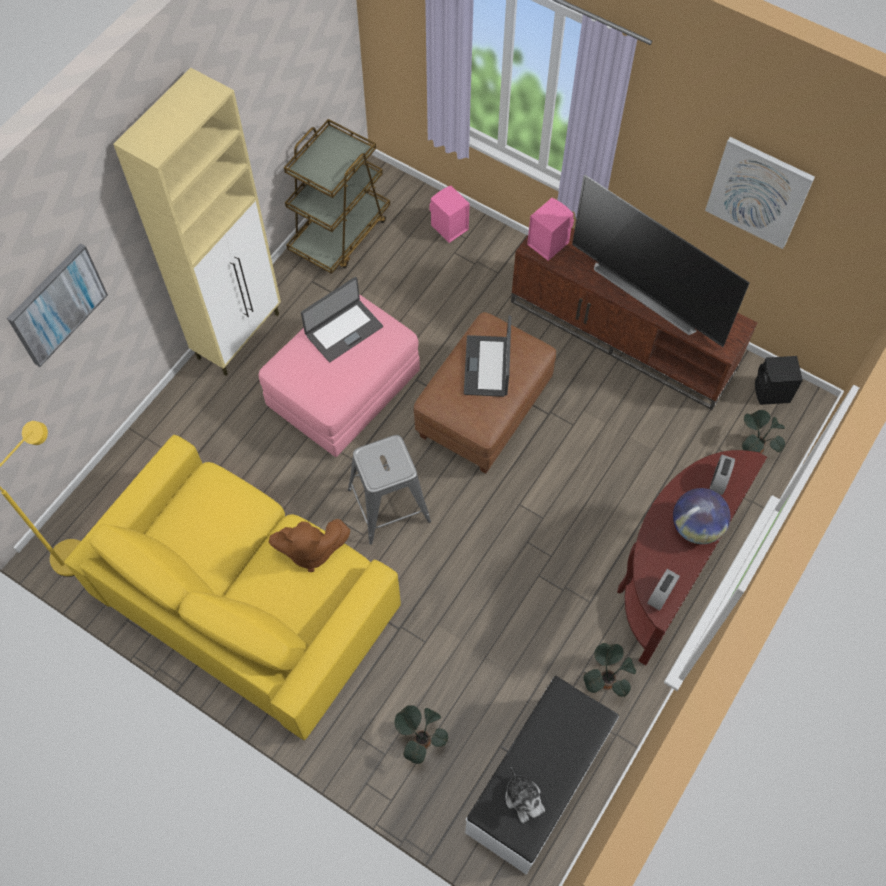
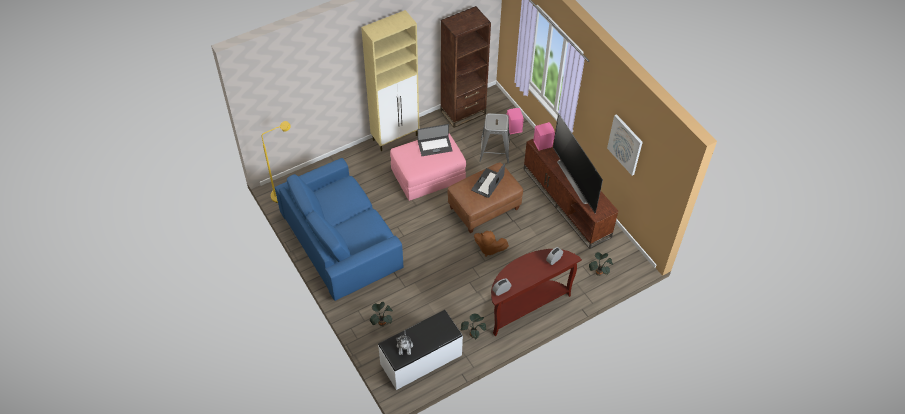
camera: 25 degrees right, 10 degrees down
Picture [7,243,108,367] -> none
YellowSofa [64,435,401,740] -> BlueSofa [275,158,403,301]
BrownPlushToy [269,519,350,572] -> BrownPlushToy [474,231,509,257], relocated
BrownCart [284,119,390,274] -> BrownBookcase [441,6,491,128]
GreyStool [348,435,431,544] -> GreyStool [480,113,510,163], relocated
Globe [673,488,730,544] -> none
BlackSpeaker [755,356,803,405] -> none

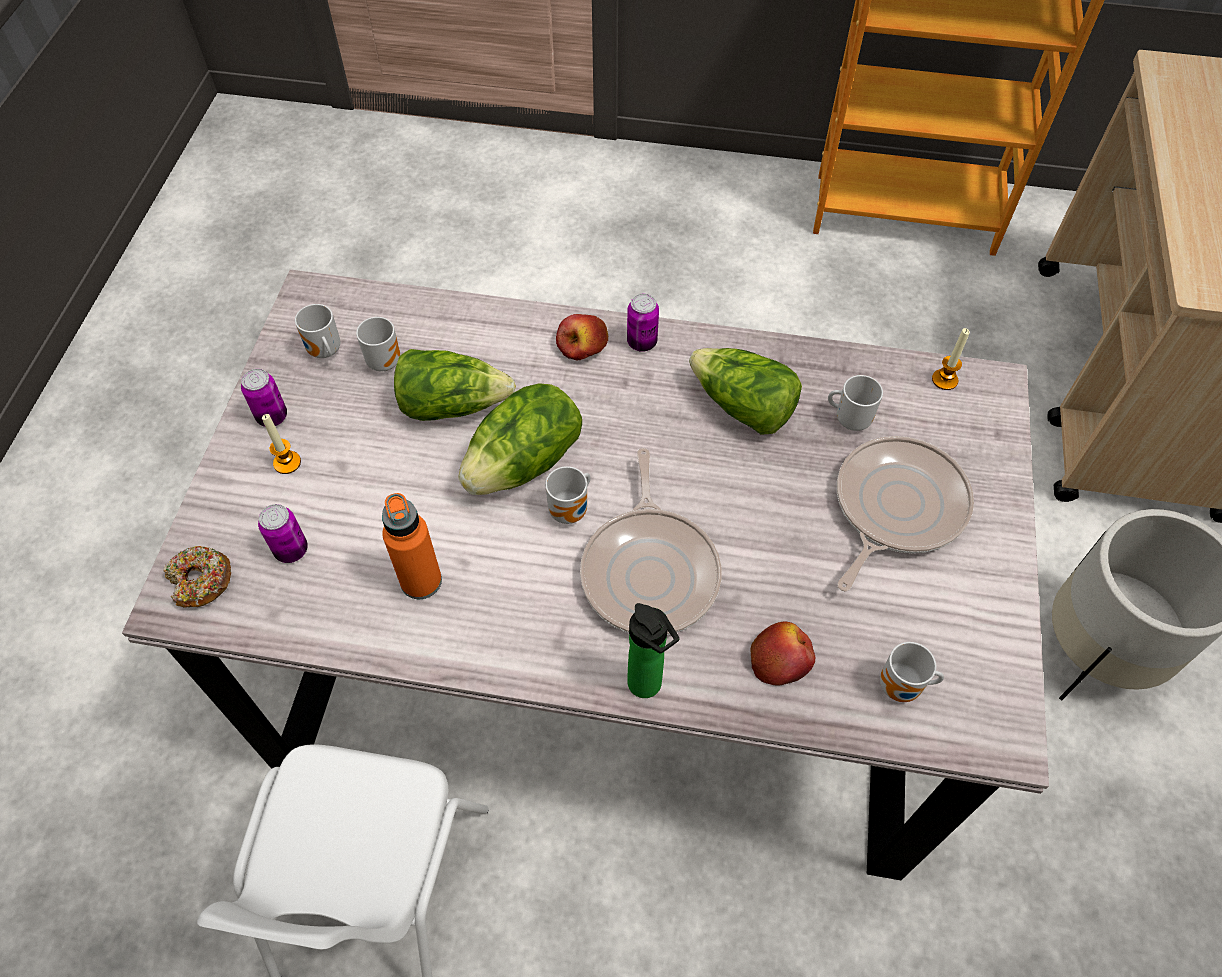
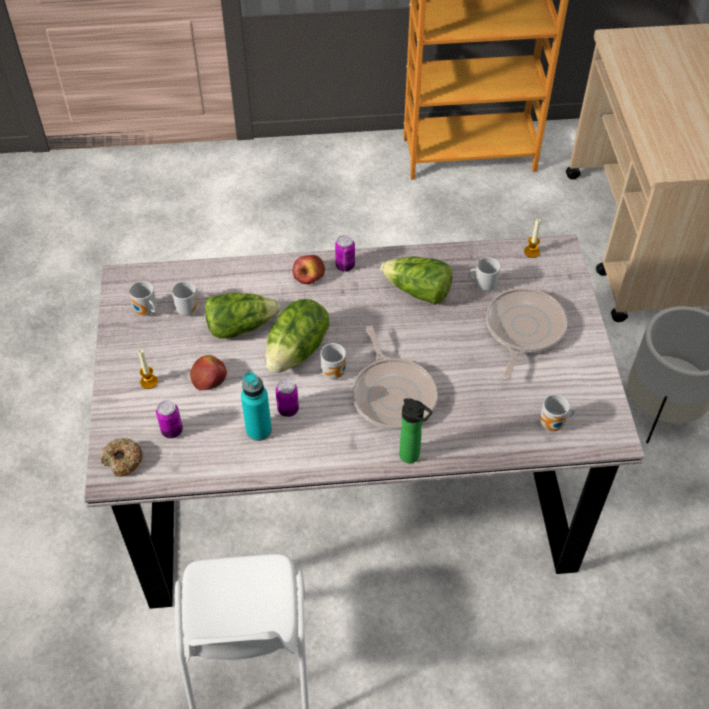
camera: 15 degrees left, 5 degrees down
Can [241,369,287,427] -> Can [276,379,299,417], relocated
OrangeBottle [382,493,442,599] -> TurquoiseBottle [241,371,272,441]
Apple [751,621,815,686] -> Apple [190,355,227,390], relocated

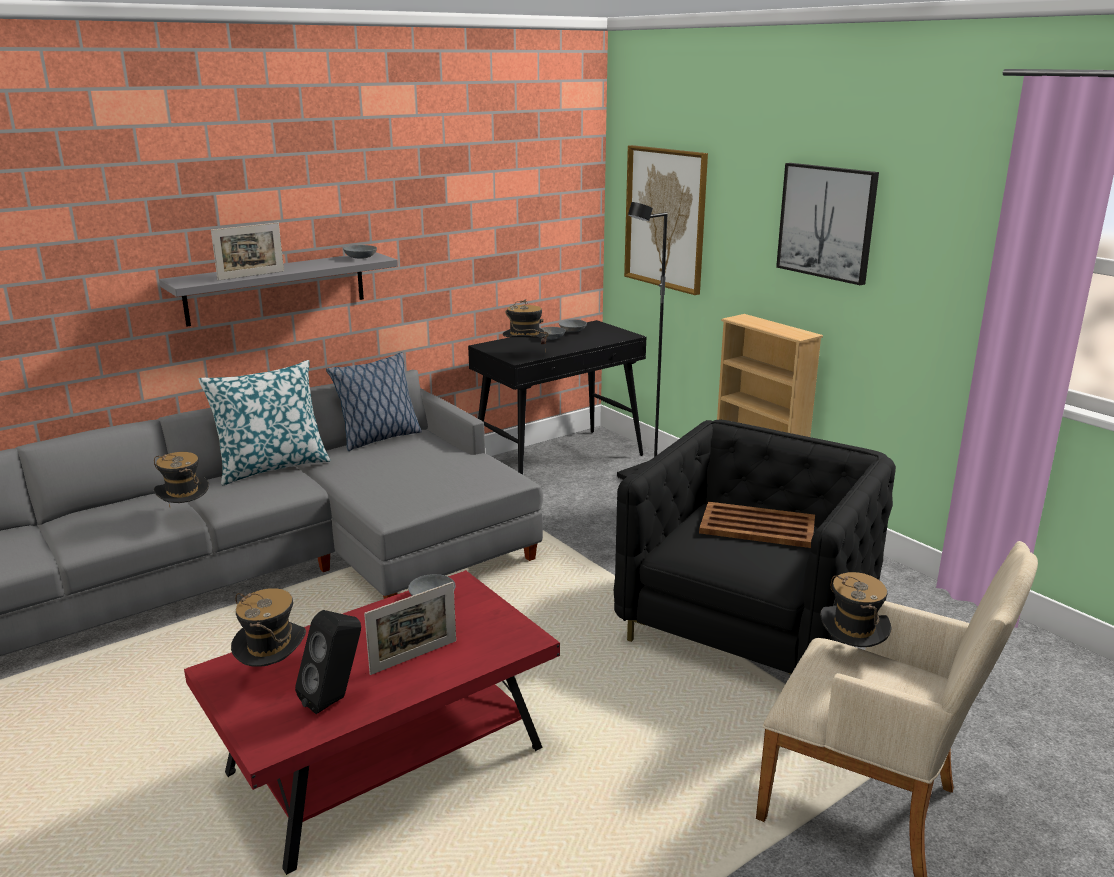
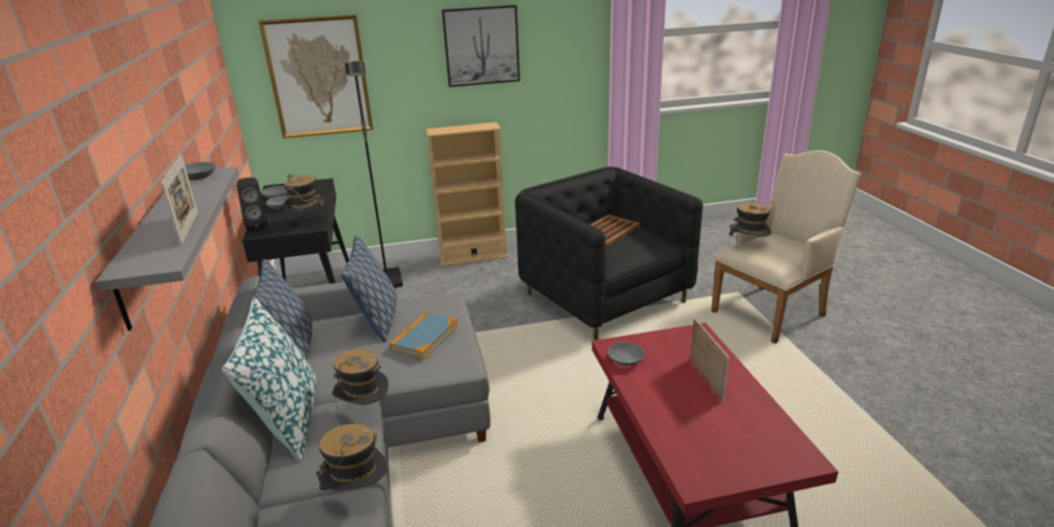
camera: 65 degrees left, 5 degrees up
Hat [231,588,306,667] -> Hat [332,349,389,410], relocated
BlackSpeaker [295,610,361,714] -> BlackSpeaker [237,177,267,231], relocated
none -> Pillow [341,236,397,342]
none -> Book [389,312,458,359]

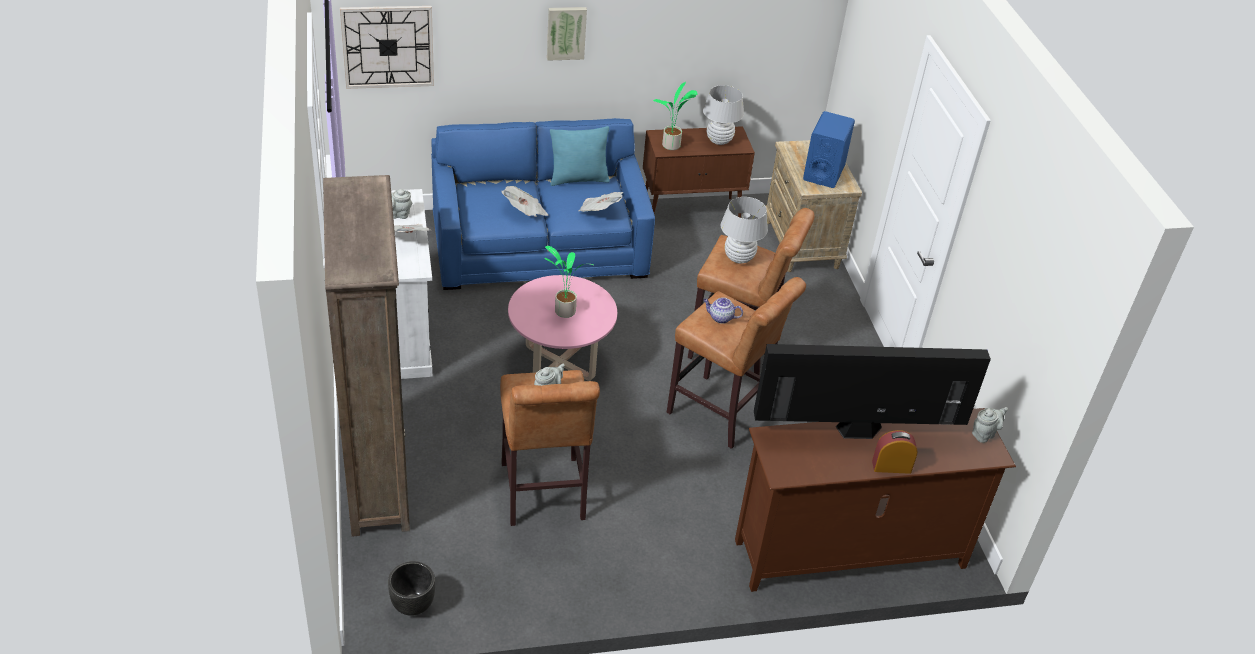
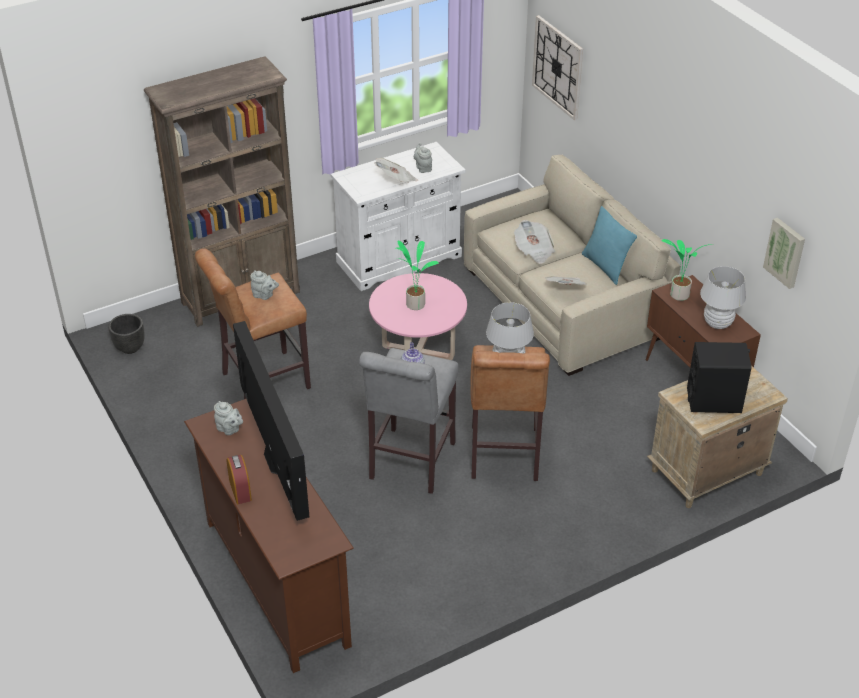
camera: 75 degrees right, 0 degrees up
BlueSofa [431,118,655,290] -> BeigeSofa [464,155,680,376]
Picture [547,7,587,61] -> Picture [763,218,805,289], relocated
BrownStool [667,277,806,449] -> GreyStool [359,348,458,494]
BlueSpeaker [803,111,855,188] -> BlackSpeaker [687,342,751,413]
GreyTeapot [972,407,1008,443] -> GreyTeapot [214,401,243,435], relocated

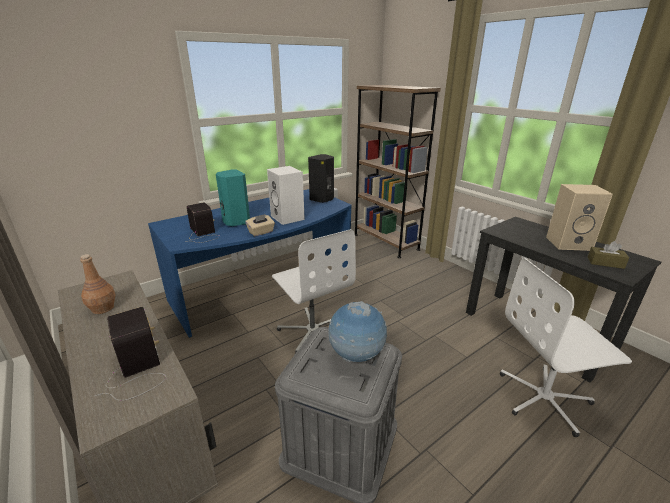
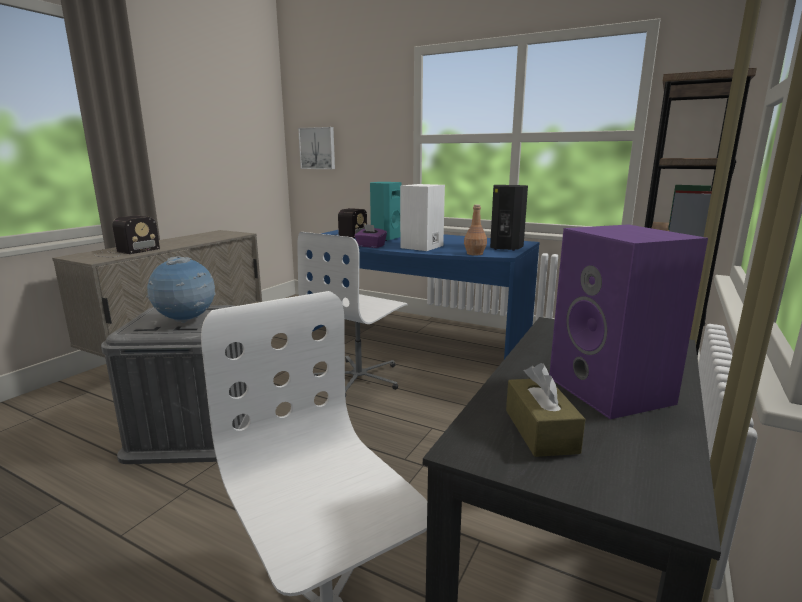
camera: 65 degrees right, 10 degrees down
BrownBottle [80,254,115,314] -> BrownBottle [464,204,487,255], relocated
BeigeTissueBox [245,214,275,236] -> PurpleTissueBox [354,224,387,248]
BeigeSpeaker [546,184,613,251] -> PurpleSpeaker [549,225,708,419]
none -> Picture [298,127,335,169]

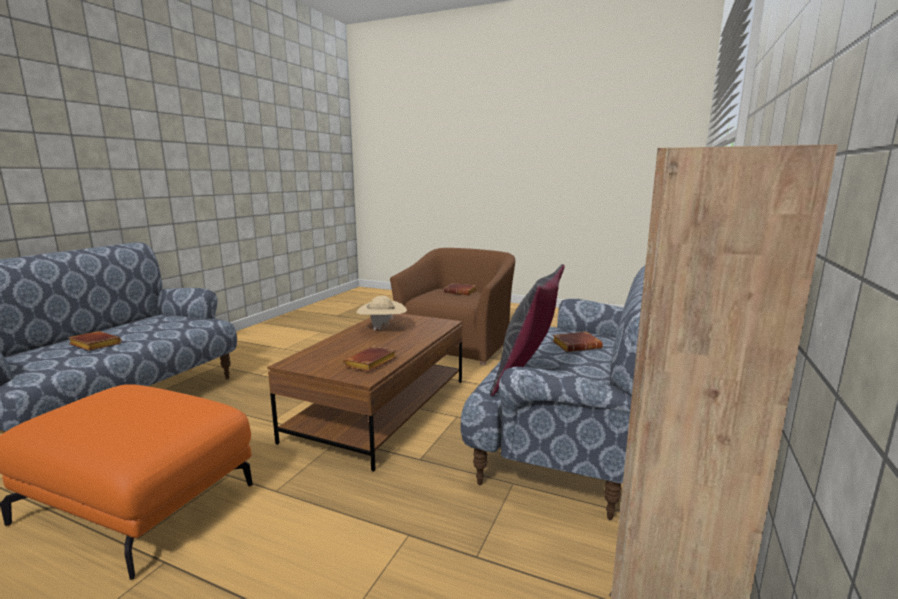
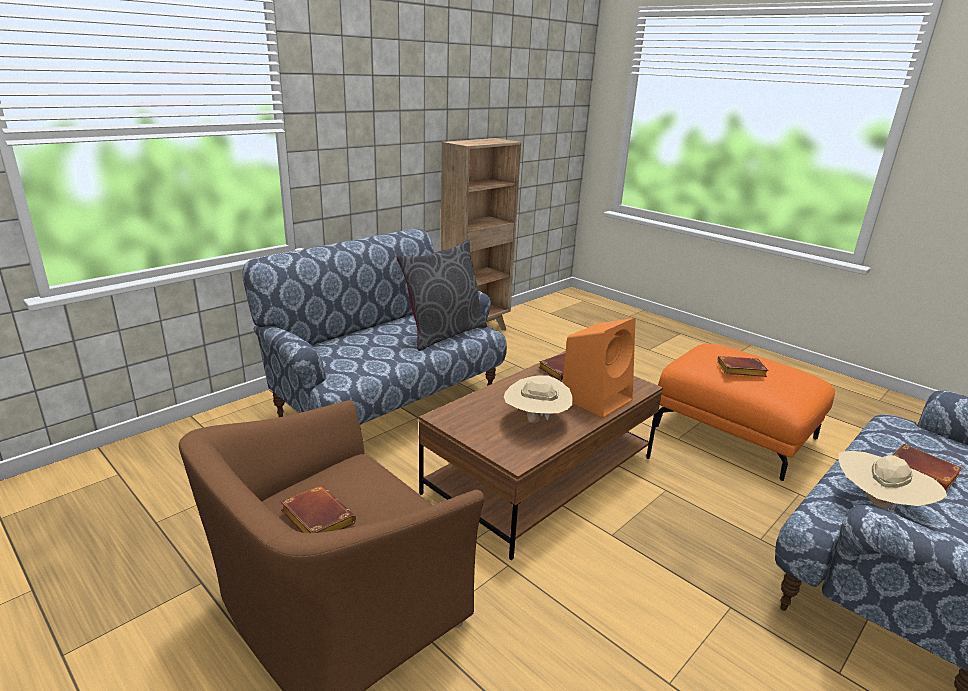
camera: 160 degrees left, 10 degrees up
BrownBook [553,331,603,352] -> BrownBook [717,356,768,377], relocated
none -> OrangeSpeaker [562,318,635,418]
none -> BeigeHat [838,451,947,512]

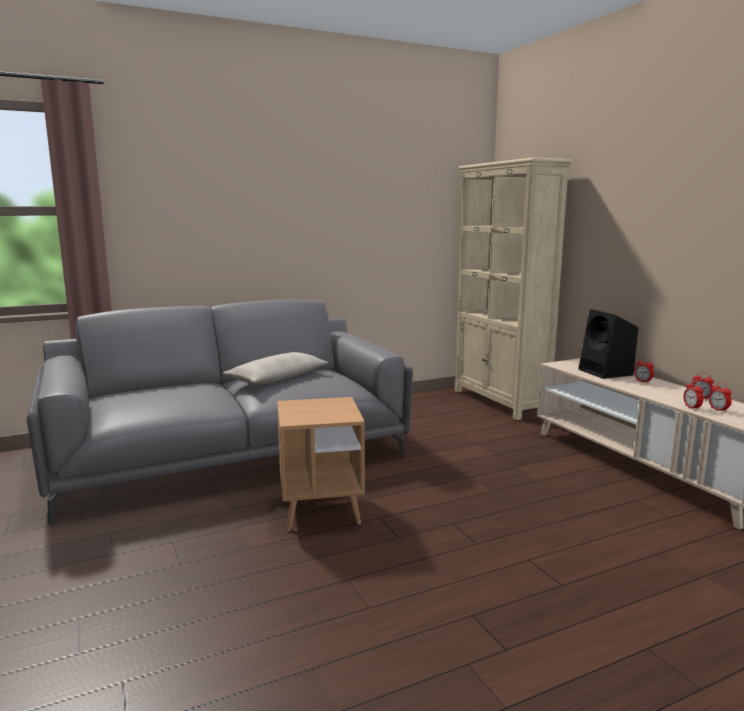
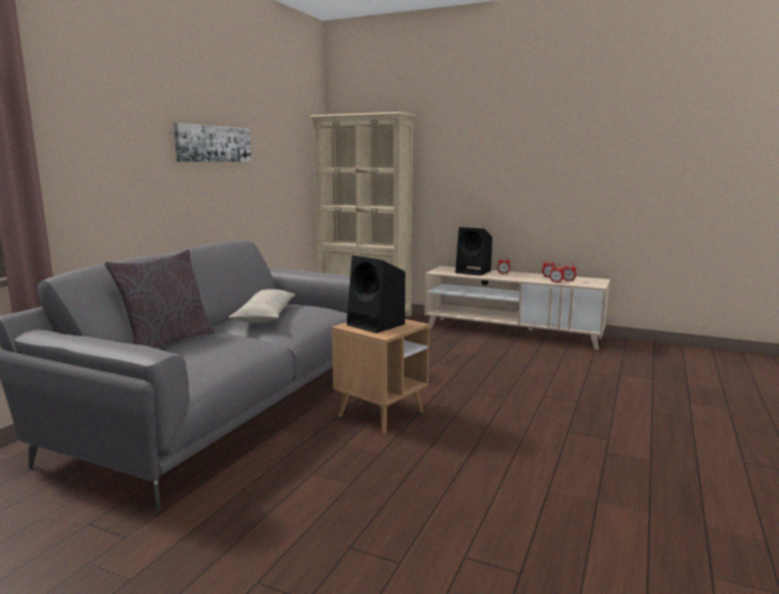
camera: 40 degrees left, 0 degrees up
none -> GreyPillow [104,249,215,348]
none -> Picture [174,123,251,162]
none -> BlackSpeaker [347,255,405,333]

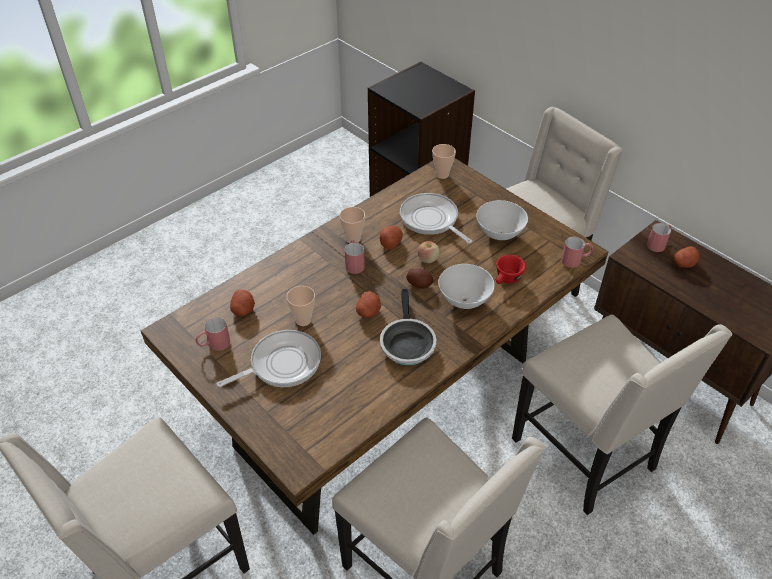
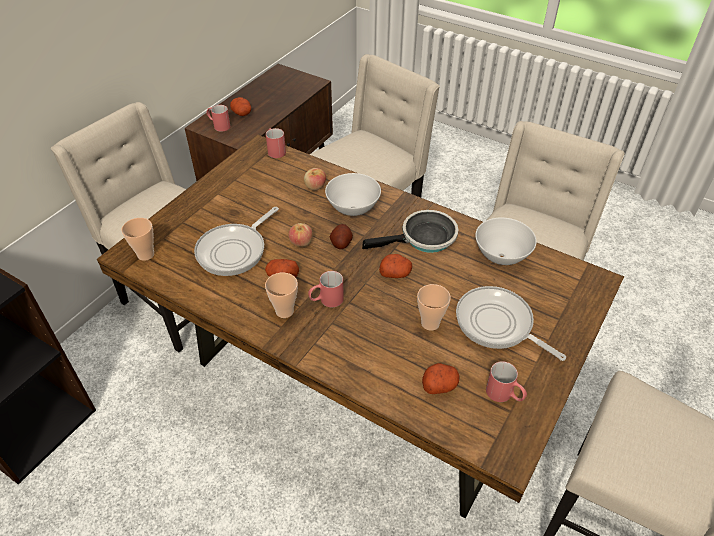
camera: 105 degrees left, 0 degrees up
WhiteBowl [476,200,528,240] -> WhiteBowl [475,217,537,265], relocated
RedCup [496,255,526,284] -> Apple [304,168,326,191]

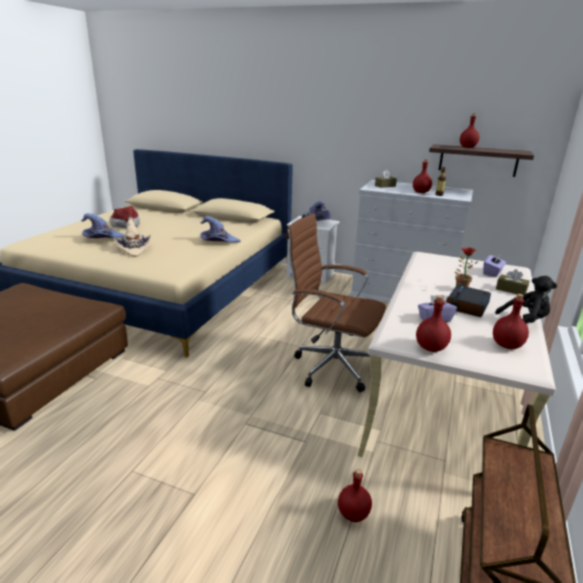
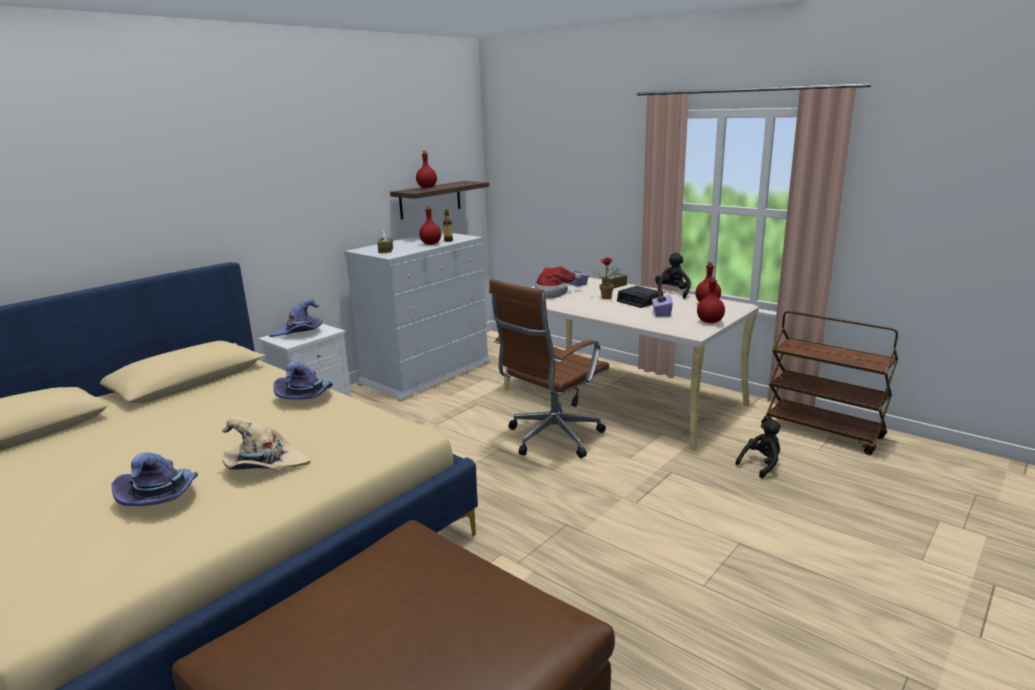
camera: 70 degrees left, 5 degrees down
Hat [110,206,140,228] -> Hat [535,267,582,299], relocated
RedBottle [338,469,372,522] -> BlackPlushToy [735,419,781,478]

